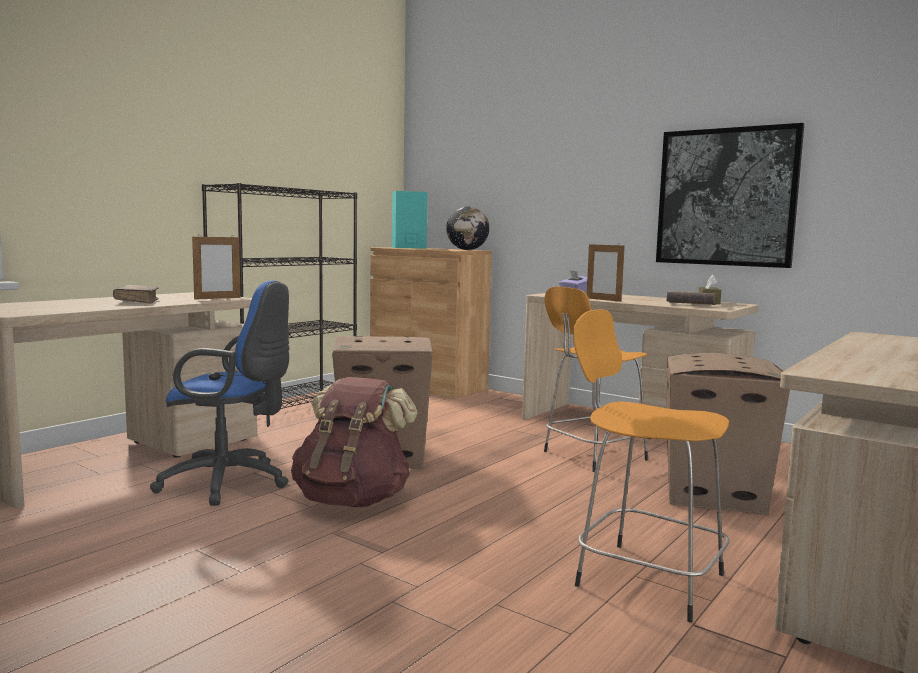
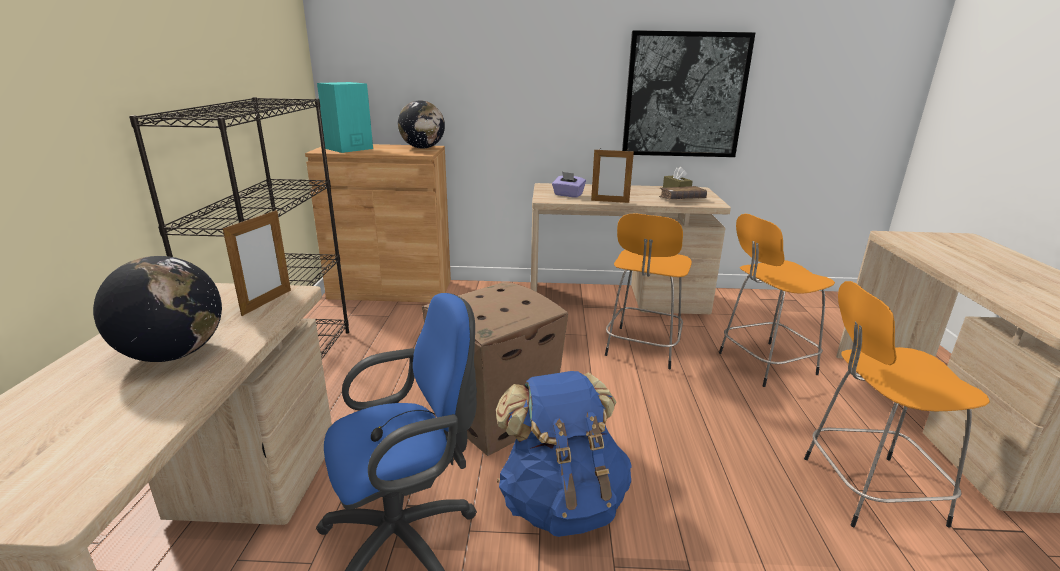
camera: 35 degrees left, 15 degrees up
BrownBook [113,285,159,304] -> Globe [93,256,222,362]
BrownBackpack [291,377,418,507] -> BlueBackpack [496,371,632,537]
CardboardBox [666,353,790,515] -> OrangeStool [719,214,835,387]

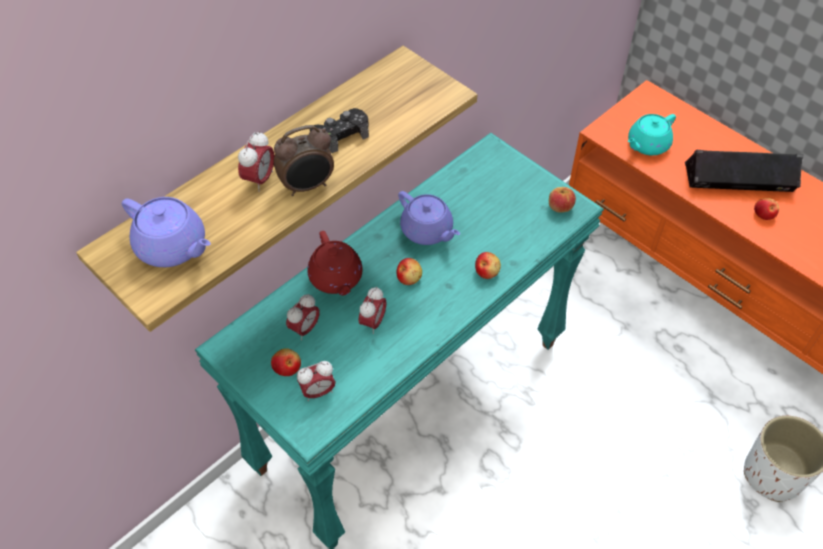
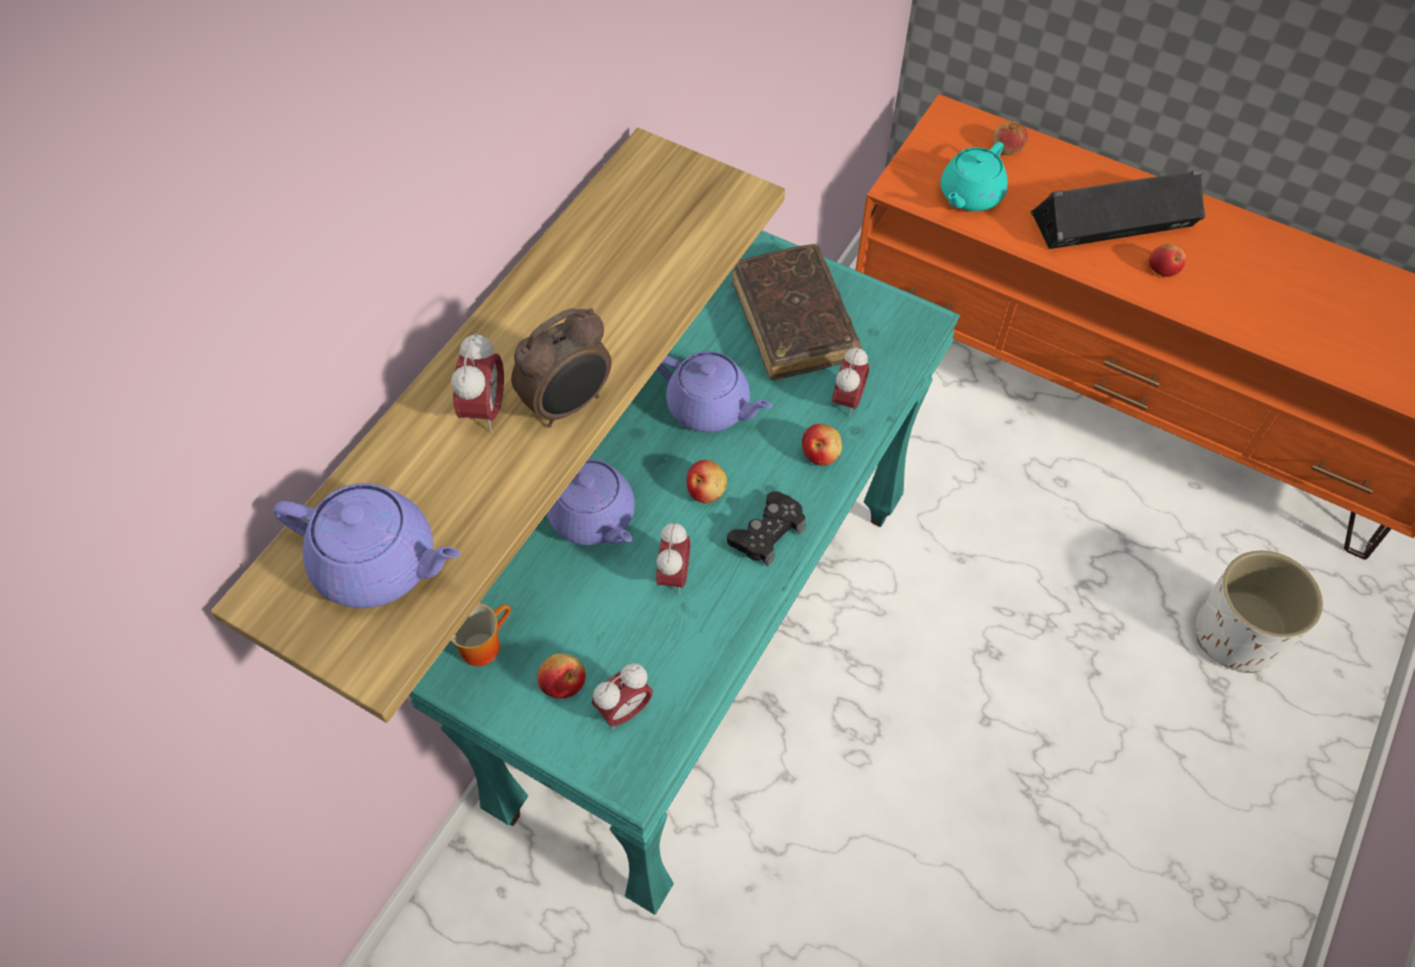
camera: 15 degrees left, 5 degrees up
AlarmClock [286,295,320,340] -> AlarmClock [832,346,870,417], relocated
RedTeapot [307,231,363,295] -> PurpleTeapot [547,459,635,545]
BlackGameController [310,108,369,153] -> BlackGameController [727,491,806,567], relocated
Apple [549,187,576,213] -> Apple [993,122,1028,155], relocated
none -> Mug [450,603,511,666]
none -> BrownBook [732,244,862,380]

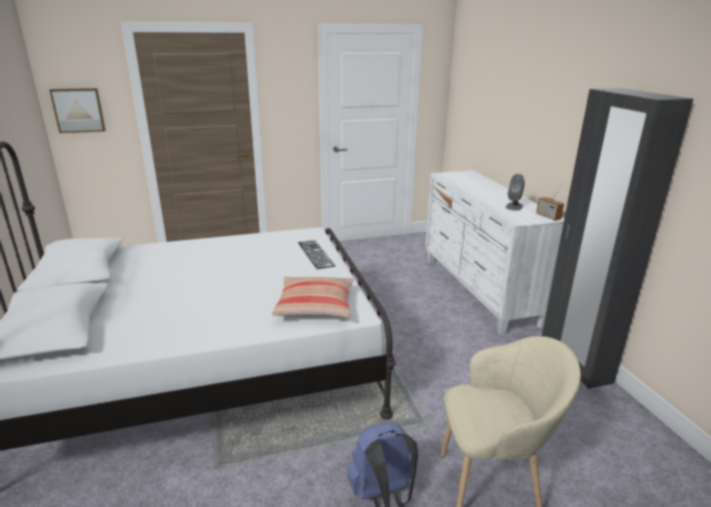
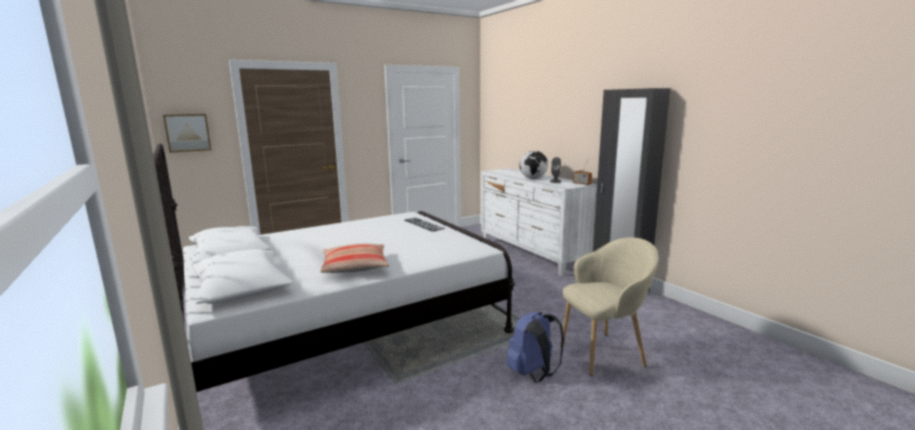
camera: 15 degrees left, 10 degrees down
Pillow [272,277,353,318] -> Pillow [320,244,389,273], relocated
none -> Globe [520,151,548,179]

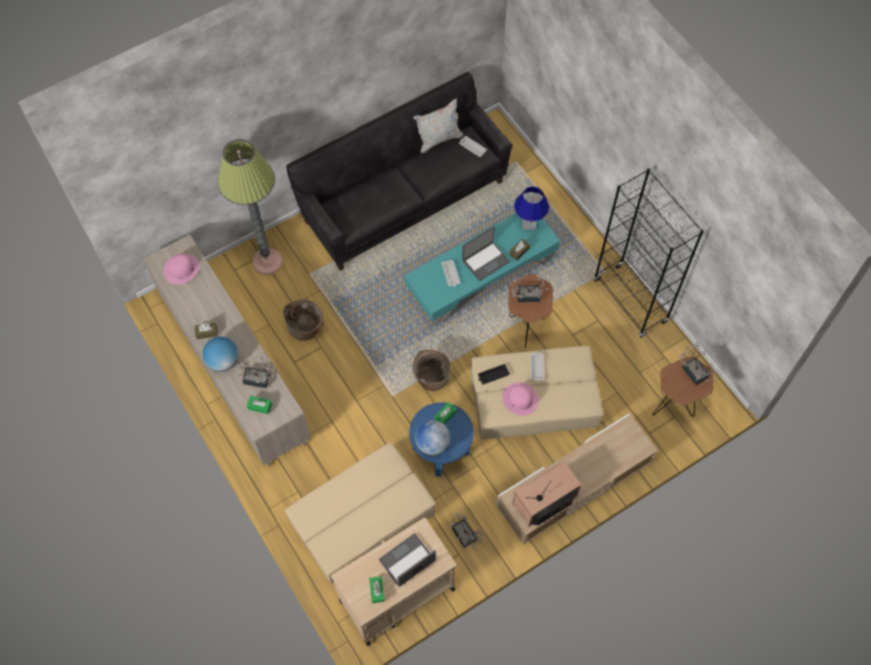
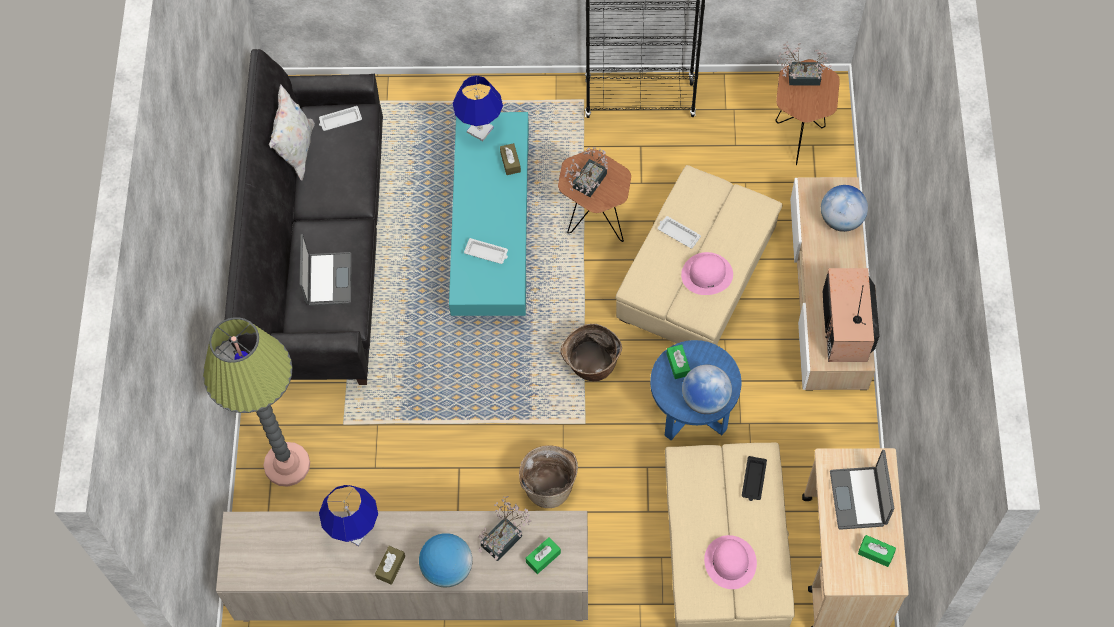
camera: 55 degrees left, 0 degrees up
PinkHat [164,254,200,284] -> PinkHat [704,535,757,589], relocated
Basket [283,299,323,341] -> Basket [519,445,578,508], relocated
PottedPlant [447,513,485,550] -> none
Laptop [462,226,510,281] -> Laptop [299,234,351,306], relocated
BlackTray [478,364,510,385] -> BlackTray [742,456,767,501], relocated
none -> BlueTableLamp [319,485,378,546]
none -> Globe [821,185,868,232]

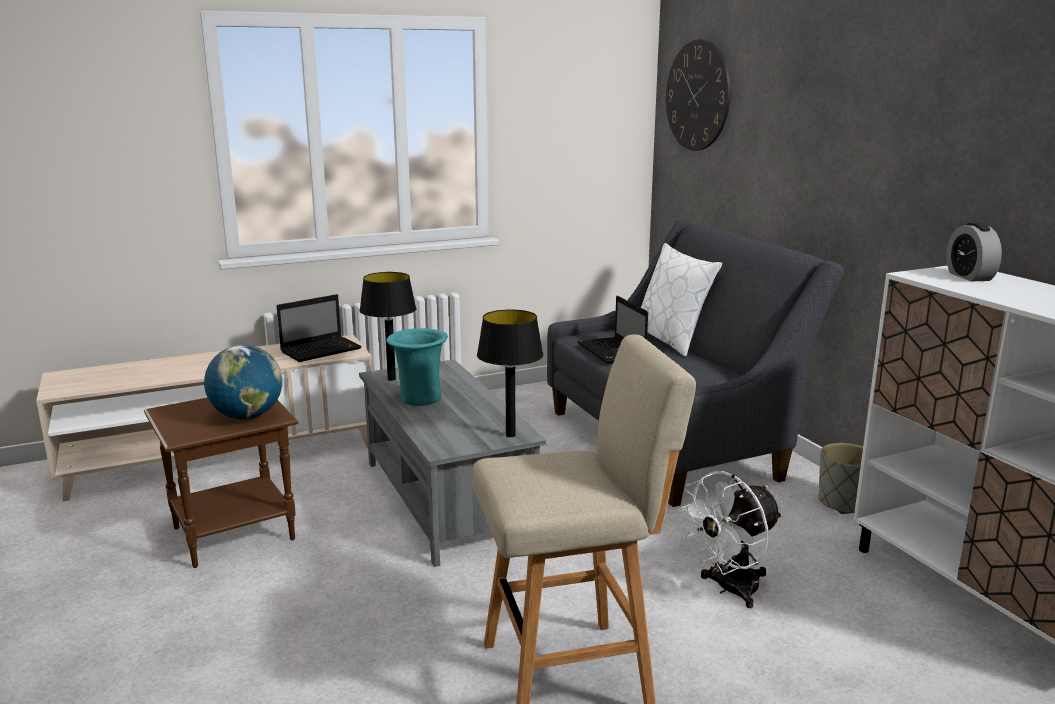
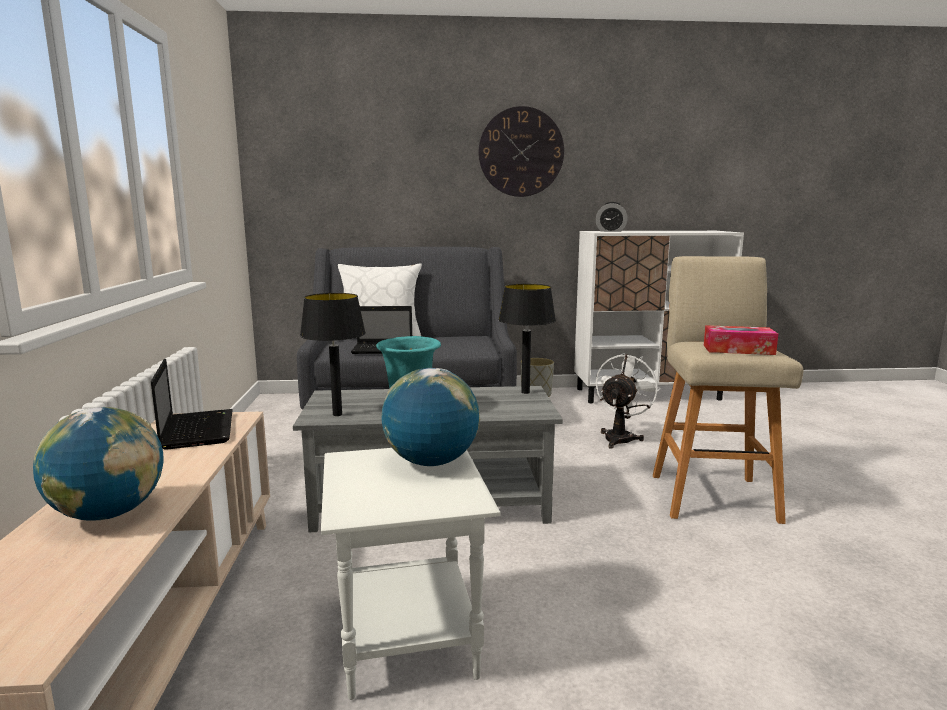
camera: 70 degrees left, 5 degrees down
BrownSideTable [144,397,299,568] -> WhiteSideTable [321,448,500,700]
WallClock [666,39,731,151] -> WallClock [479,106,564,197], relocated
WhiteFan [678,471,782,608] -> WhiteFan [595,353,660,449], 135 degrees counterclockwise
none -> Globe [33,407,163,520]
none -> TissueBox [704,325,778,355]

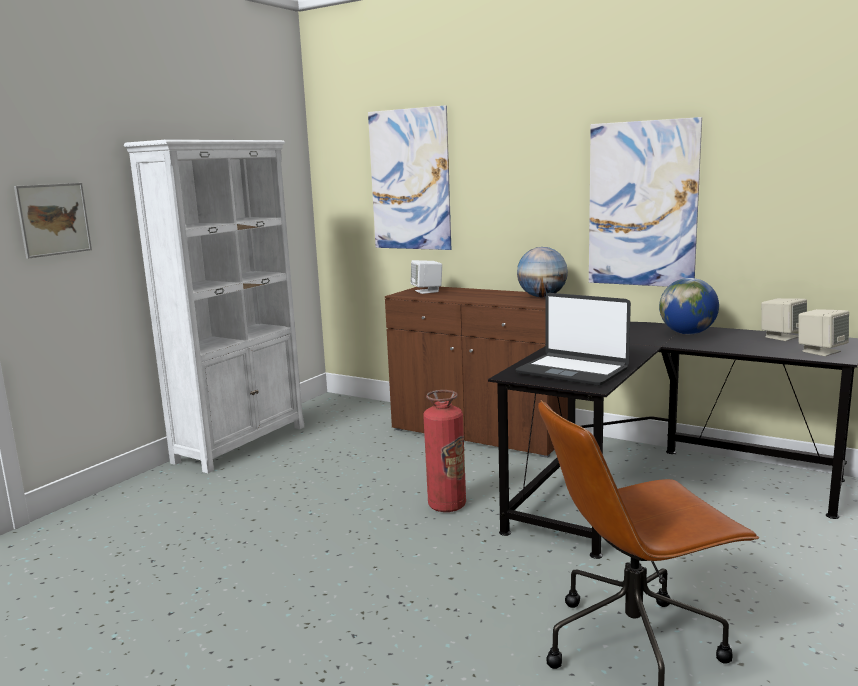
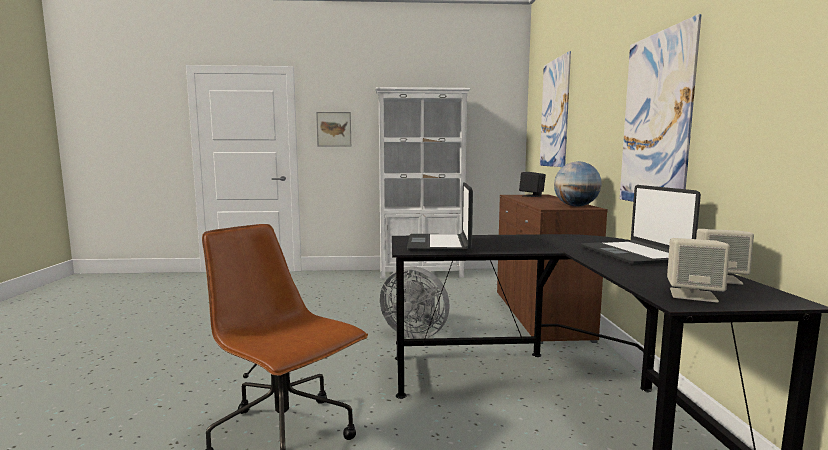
camera: 55 degrees right, 5 degrees down
WhiteSpeaker [410,260,442,294] -> BlackSpeaker [519,172,546,197]
FireExtinguisher [423,390,466,512] -> GreyFan [380,267,450,339]
Globe [659,278,719,334] -> Laptop [581,185,701,265]

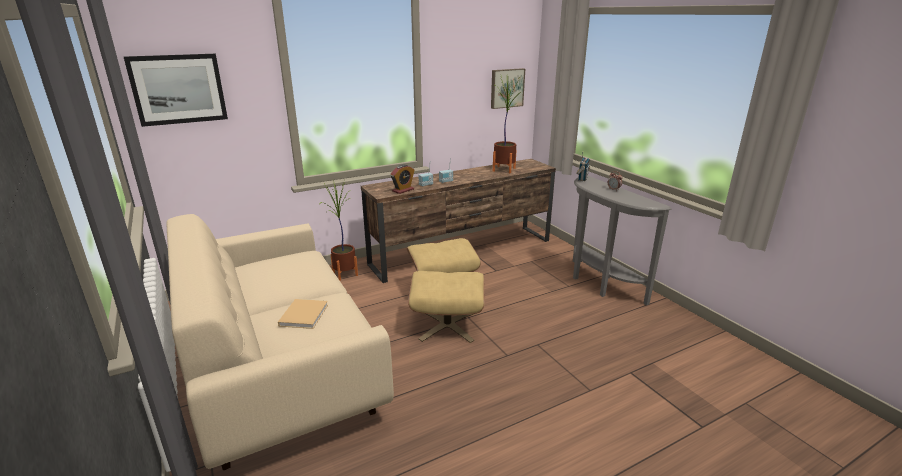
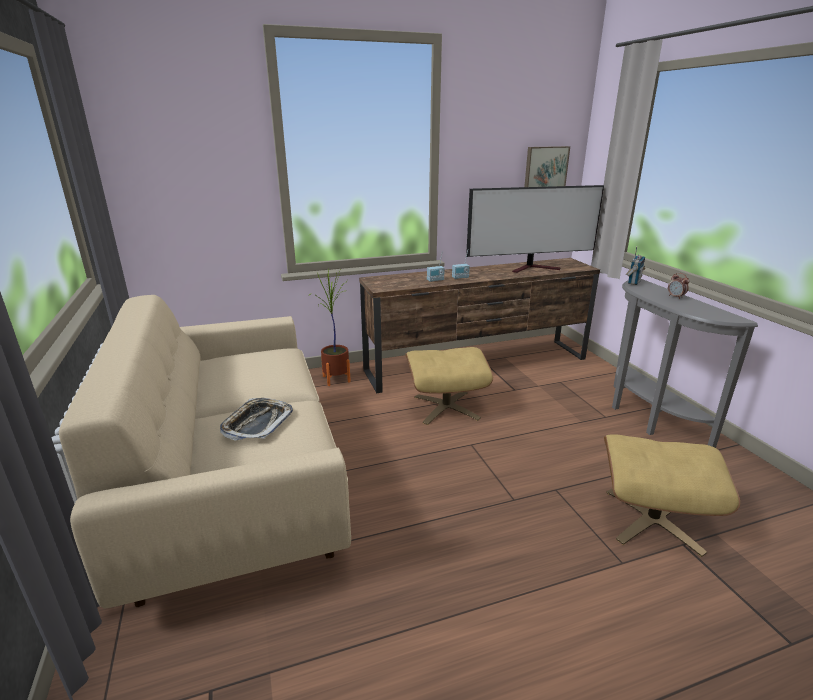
camera: 10 degrees right, 0 degrees up
Picture [124,54,228,127] -> none
BeigeBook [278,299,328,329] -> Tray [220,398,293,441]
AlarmClock [391,165,414,194] -> none
BeigeOttoman [408,271,485,343] -> BeigeOttoman [604,434,740,557], relocated
PottedPlant [493,76,521,173] -> Television [466,185,604,273]

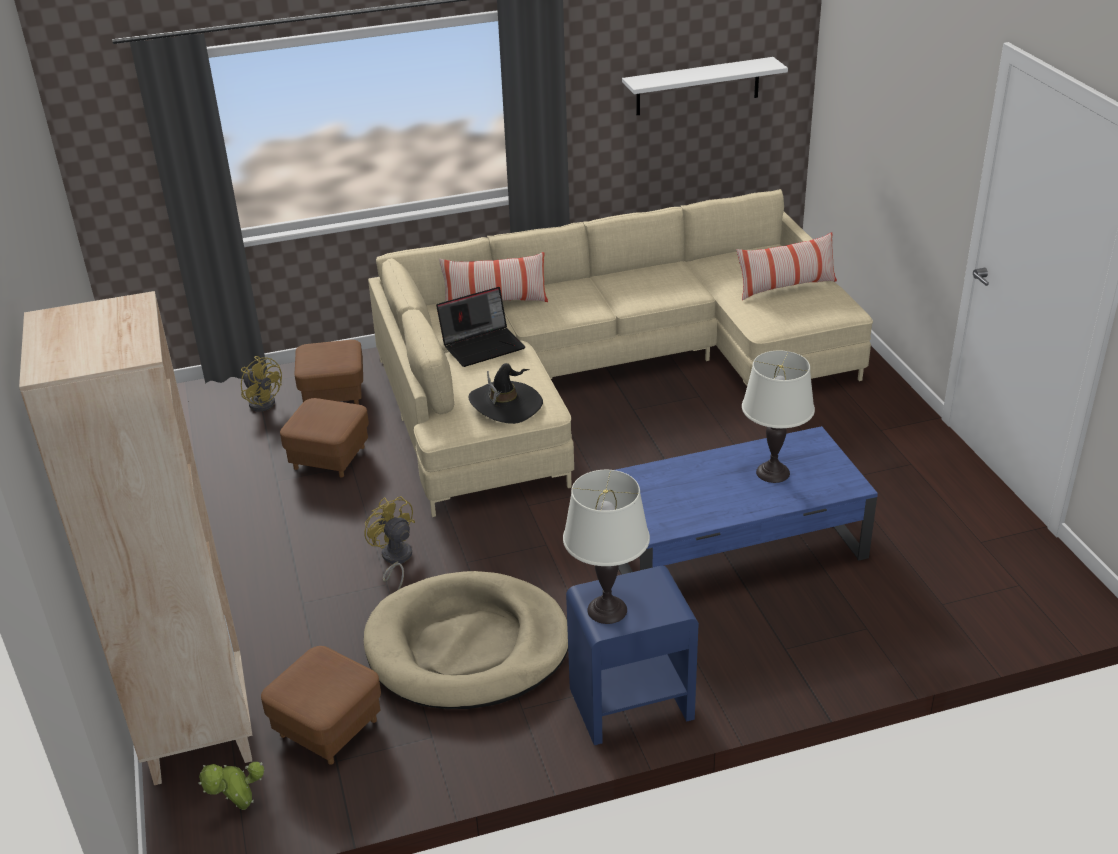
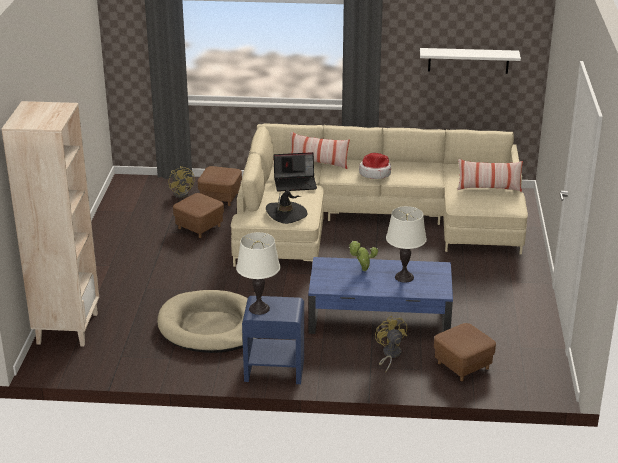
camera: 20 degrees right, 5 degrees down
PottedPlant [199,762,264,810] -> PottedPlant [349,241,378,271], relocated
BrownOttoman [261,646,381,765] -> BrownOttoman [434,323,496,381], relocated
YellowFan [364,496,415,590] -> YellowFan [375,316,407,372], relocated
none -> Hat [359,153,391,179]

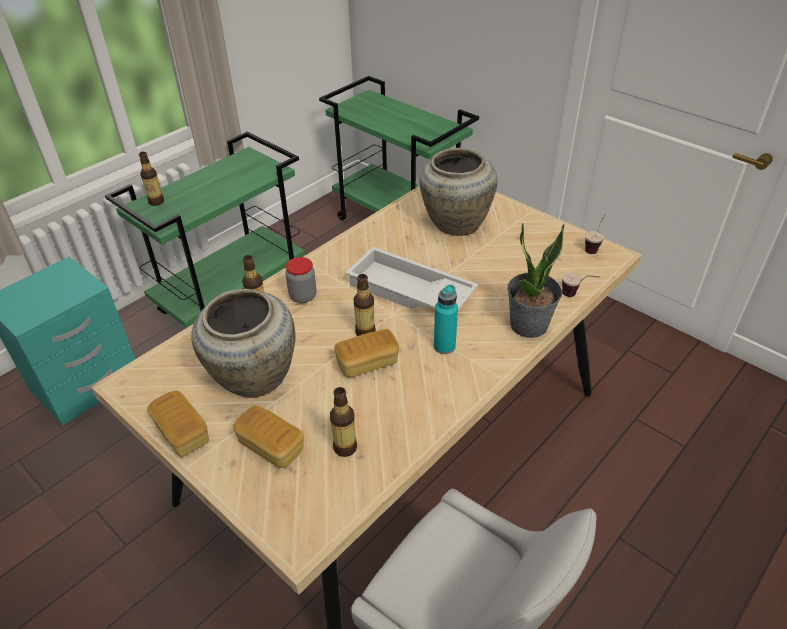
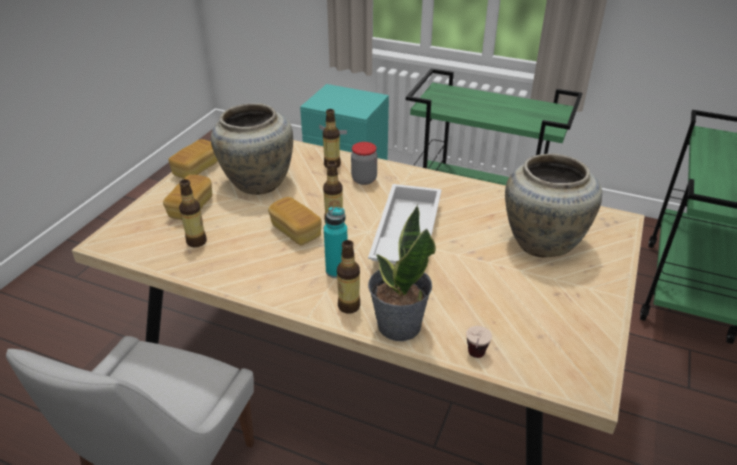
camera: 70 degrees right, 5 degrees down
Bottle [139,152,164,206] -> Bottle [337,240,361,314], relocated
Cup [585,214,606,254] -> none

